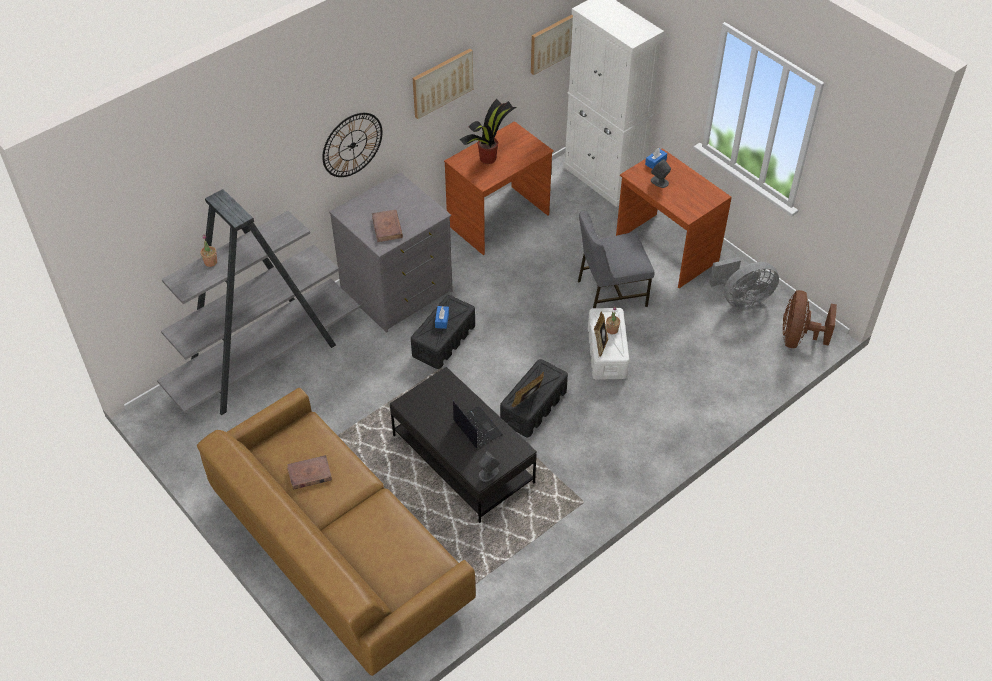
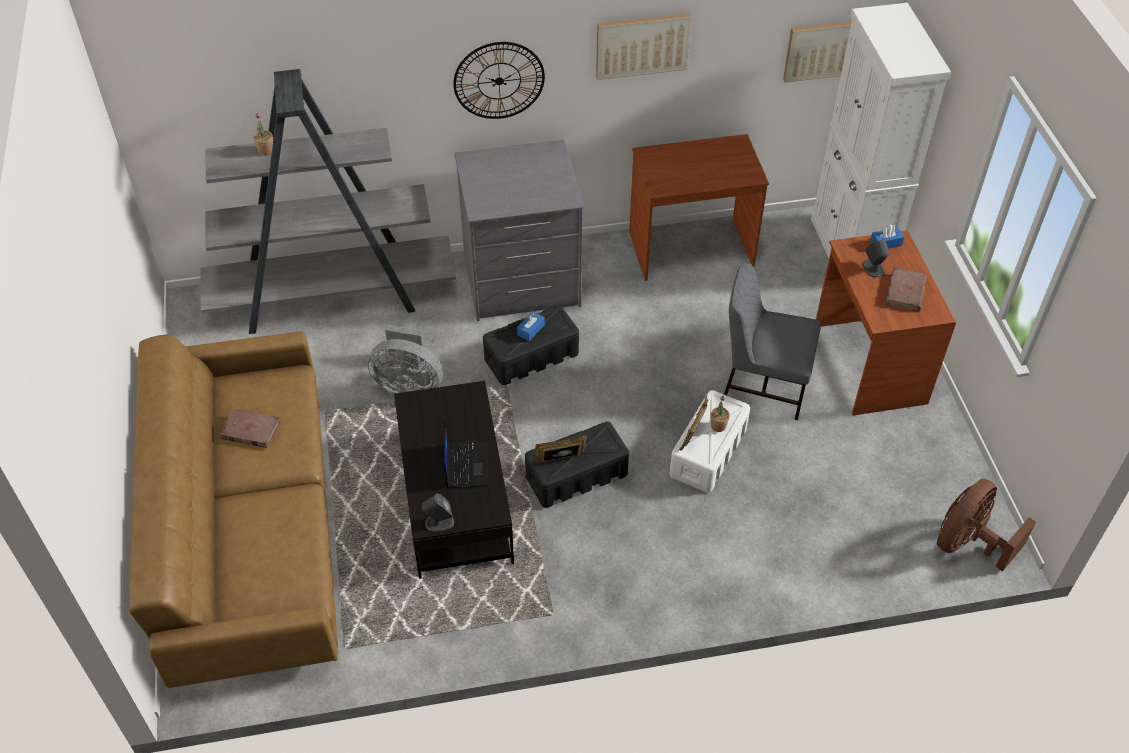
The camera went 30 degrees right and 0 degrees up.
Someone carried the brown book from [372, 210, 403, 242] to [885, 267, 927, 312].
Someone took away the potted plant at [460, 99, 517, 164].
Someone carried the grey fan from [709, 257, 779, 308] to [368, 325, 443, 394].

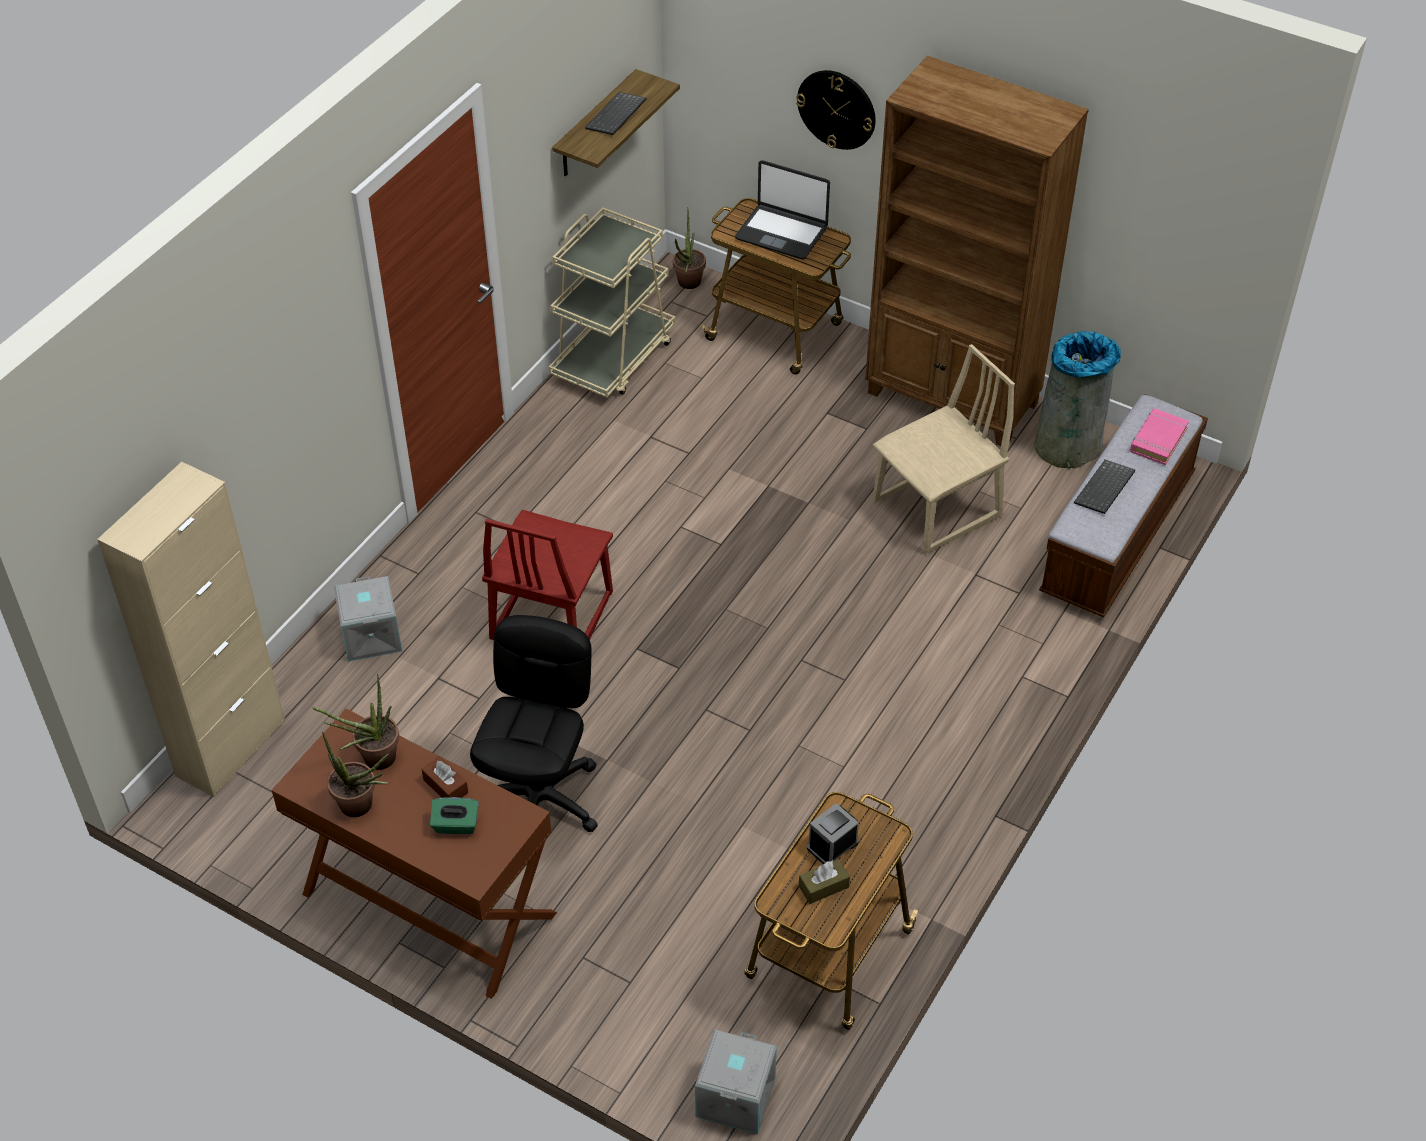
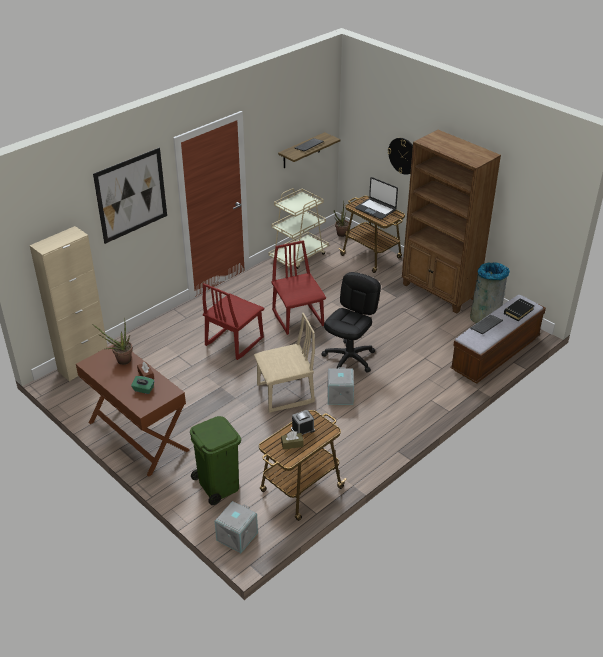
The camera went 15 degrees right and 10 degrees down.
Someone took away the potted plant at [322, 731, 390, 817].
Someone carried the grey storage box from [334, 576, 402, 662] to [328, 367, 354, 405].
Someone carried the black office chair from [470, 615, 598, 832] to [321, 272, 381, 373].
Someone carried the beige chair from [872, 344, 1015, 554] to [254, 313, 315, 413].
Someone repainted the pink book at [1130, 408, 1189, 465], which became the black book at [504, 298, 535, 321].
Someone put up the picture at [93, 148, 167, 244].
Someone put down the green trash can at [190, 416, 241, 505].
Someone put down the red chair at [271, 240, 326, 335].

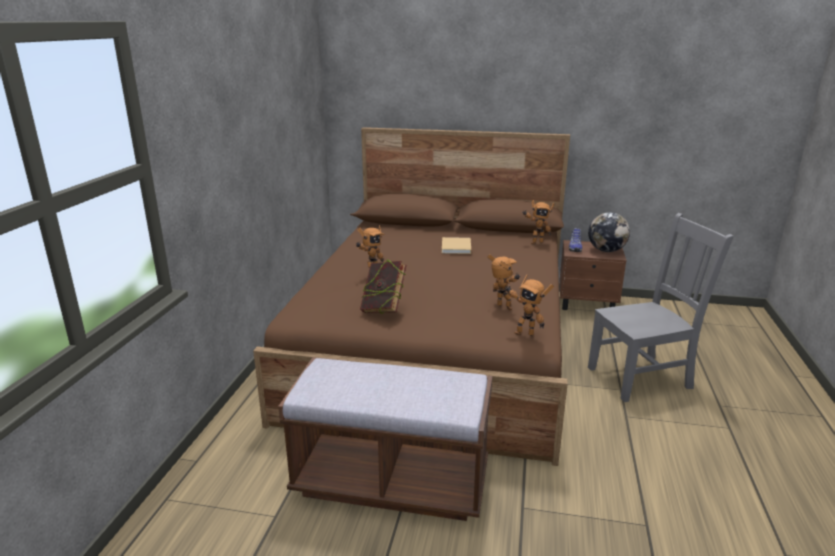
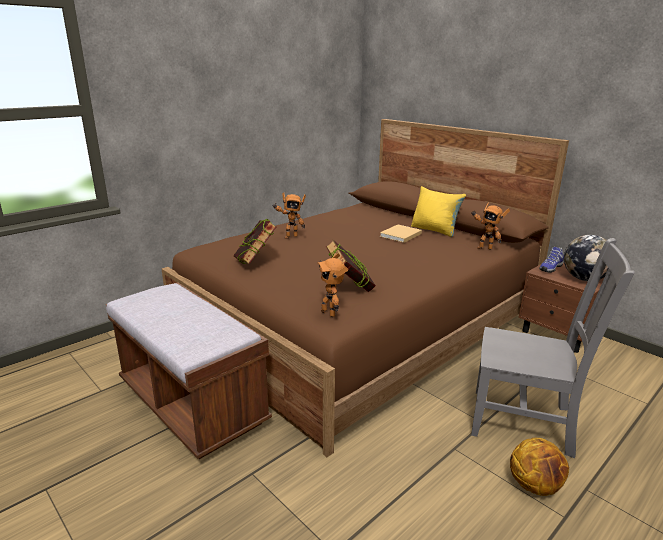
The camera went 35 degrees right and 0 degrees up.
Someone swapped the toy robot at [487, 254, 520, 310] for the book at [326, 240, 376, 292].
Someone put down the yellow pillow at [411, 186, 466, 237].
Someone put down the basketball at [510, 438, 569, 496].

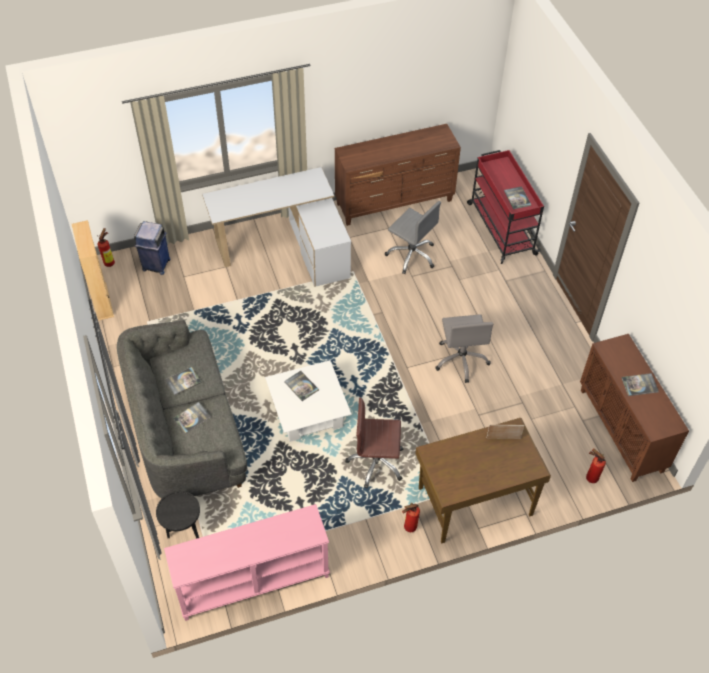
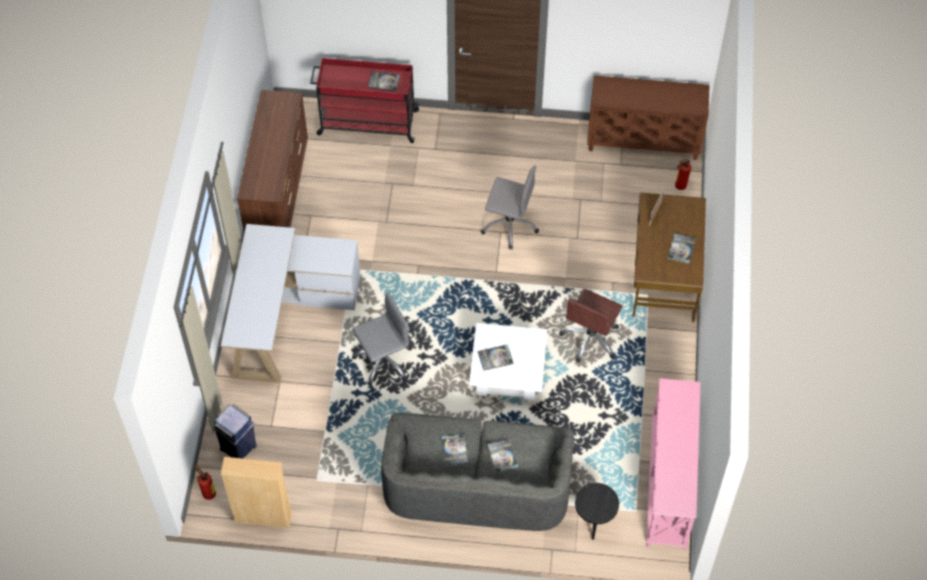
The camera went 65 degrees left and 5 degrees up.
Someone carried the grey office chair from [385, 201, 441, 274] to [352, 292, 412, 386].
Someone took away the fire extinguisher at [402, 503, 420, 532].
Someone carried the book from [622, 373, 659, 396] to [668, 233, 696, 264].

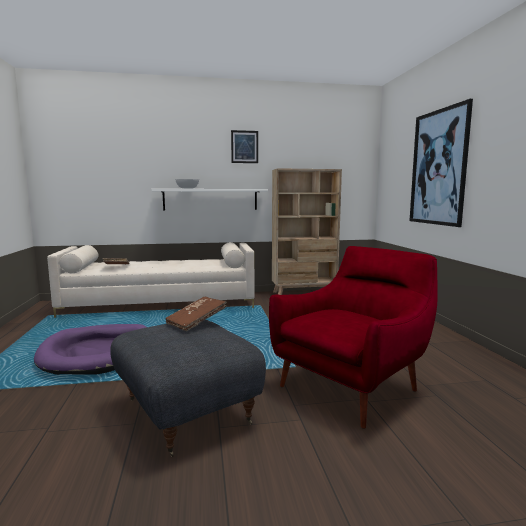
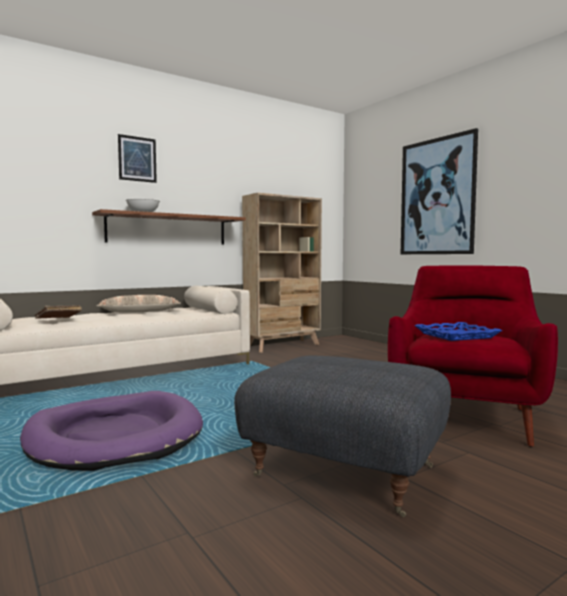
The camera went 25 degrees left and 5 degrees down.
Someone repainted the white shelf at [152, 189, 268, 210], which became the brown shelf at [92, 209, 246, 244].
Someone took away the brown book at [165, 297, 227, 331].
Someone carried the picture from [231, 130, 258, 163] to [118, 134, 157, 183].
Someone put down the pillow at [96, 295, 181, 312].
Someone put down the blue tray at [415, 322, 502, 341].

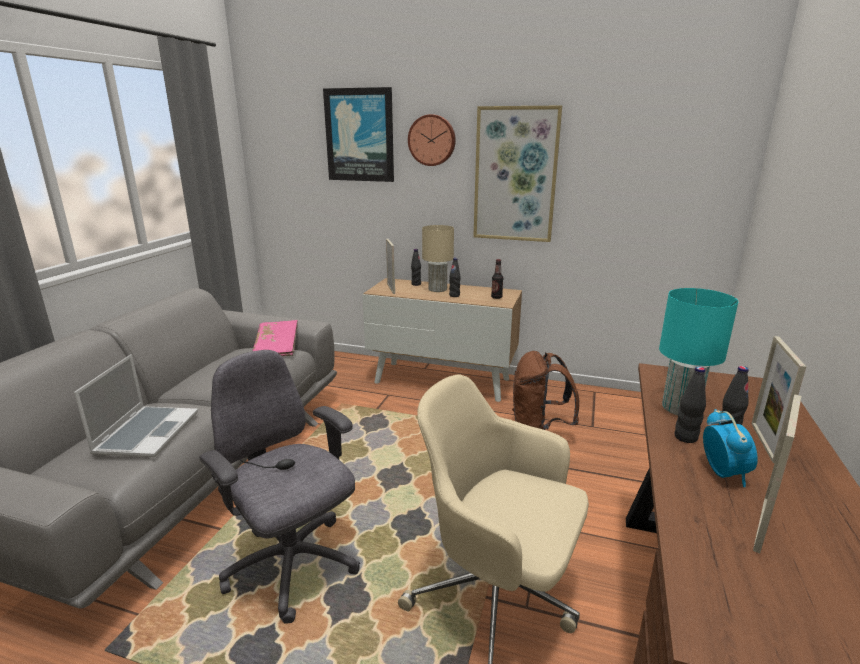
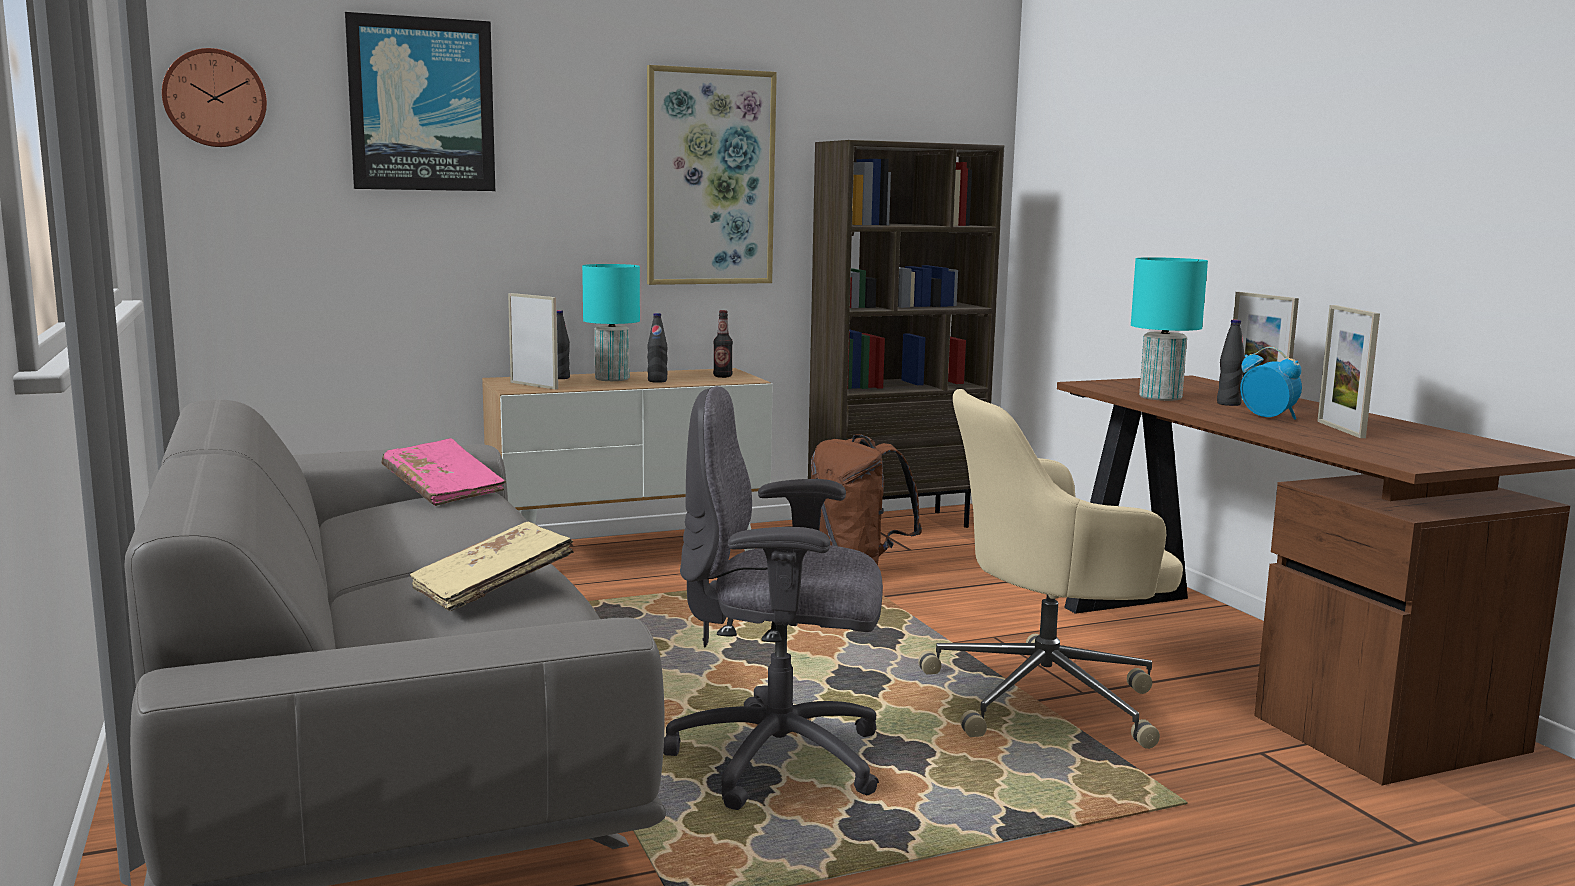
The camera went 40 degrees left and 10 degrees down.
Someone swapped the laptop at [74, 354, 198, 457] for the beige book at [410, 522, 574, 611].
Someone carried the wall clock from [408, 114, 456, 166] to [162, 48, 267, 147].
Someone repainted the beige table lamp at [422, 225, 454, 292], which became the turquoise table lamp at [582, 264, 640, 381].
Someone took away the black bottle at [675, 367, 706, 443].
Someone put down the brown bookcase at [808, 140, 1004, 528].

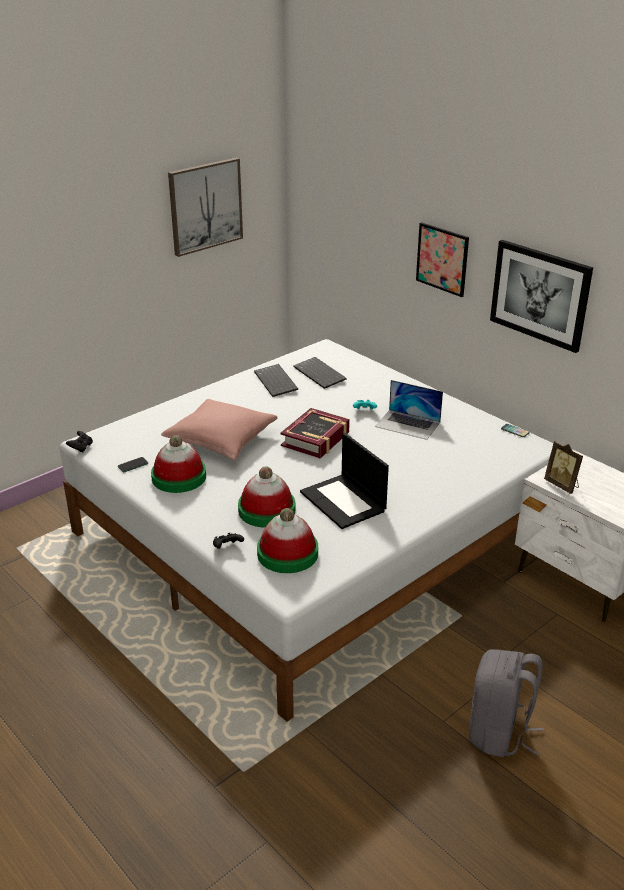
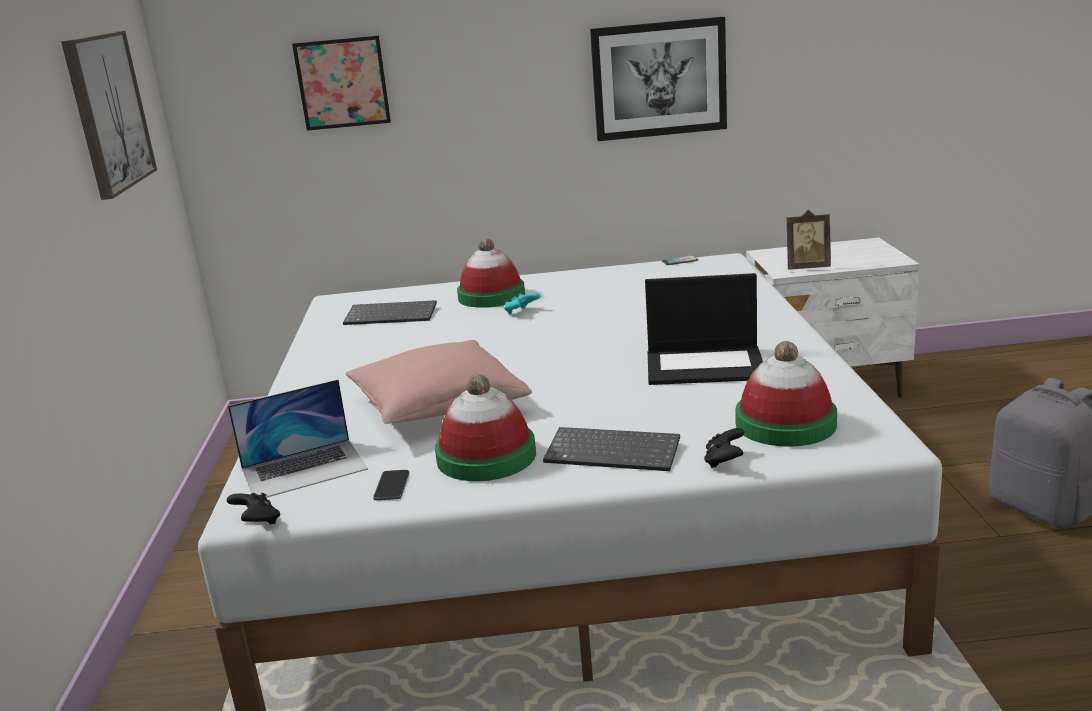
The camera went 50 degrees left and 10 degrees down.
Someone carried the hat from [238, 466, 296, 527] to [457, 238, 525, 308].
Someone carried the keyboard from [254, 364, 298, 397] to [543, 427, 680, 471].
Someone took away the book at [280, 408, 350, 459].
Someone carried the laptop from [375, 380, 443, 440] to [228, 379, 368, 498].
Someone carried the picture from [416, 222, 469, 297] to [292, 36, 391, 131].

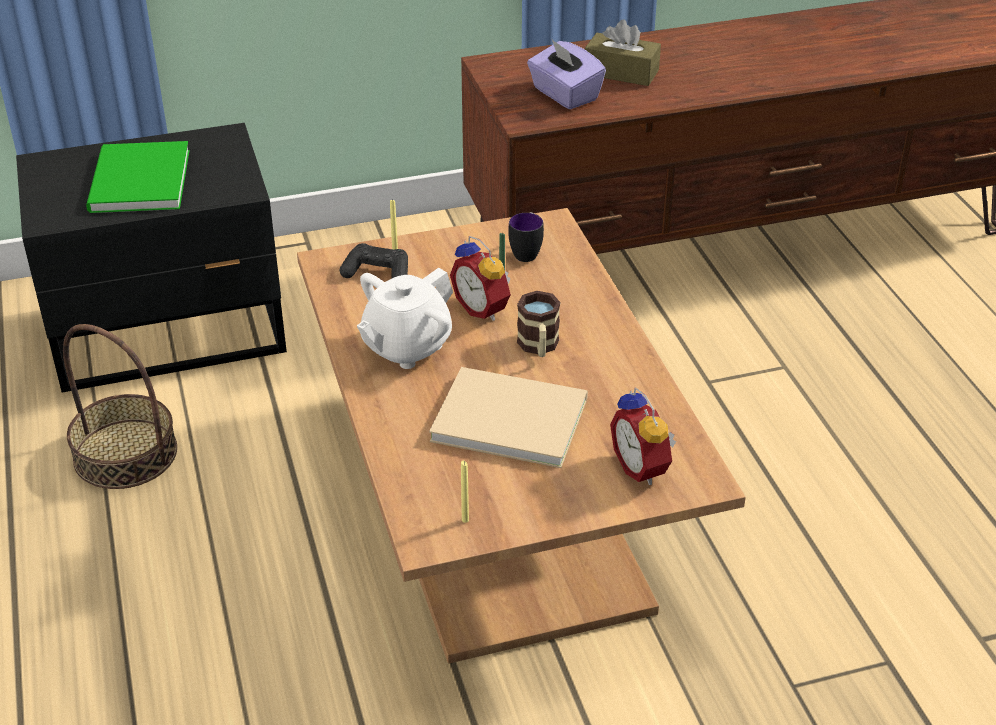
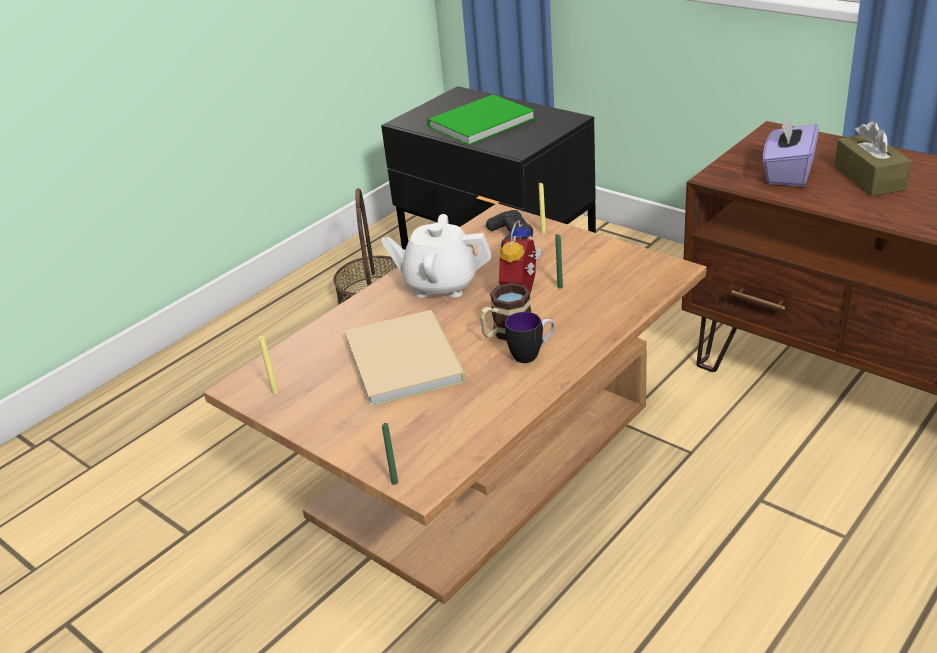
The camera went 60 degrees right and 5 degrees down.
Someone carried the mug from [508, 213, 544, 262] to [505, 312, 555, 363].
Someone took away the alarm clock at [610, 387, 676, 485].
Someone put down the green candle at [382, 422, 398, 485].

